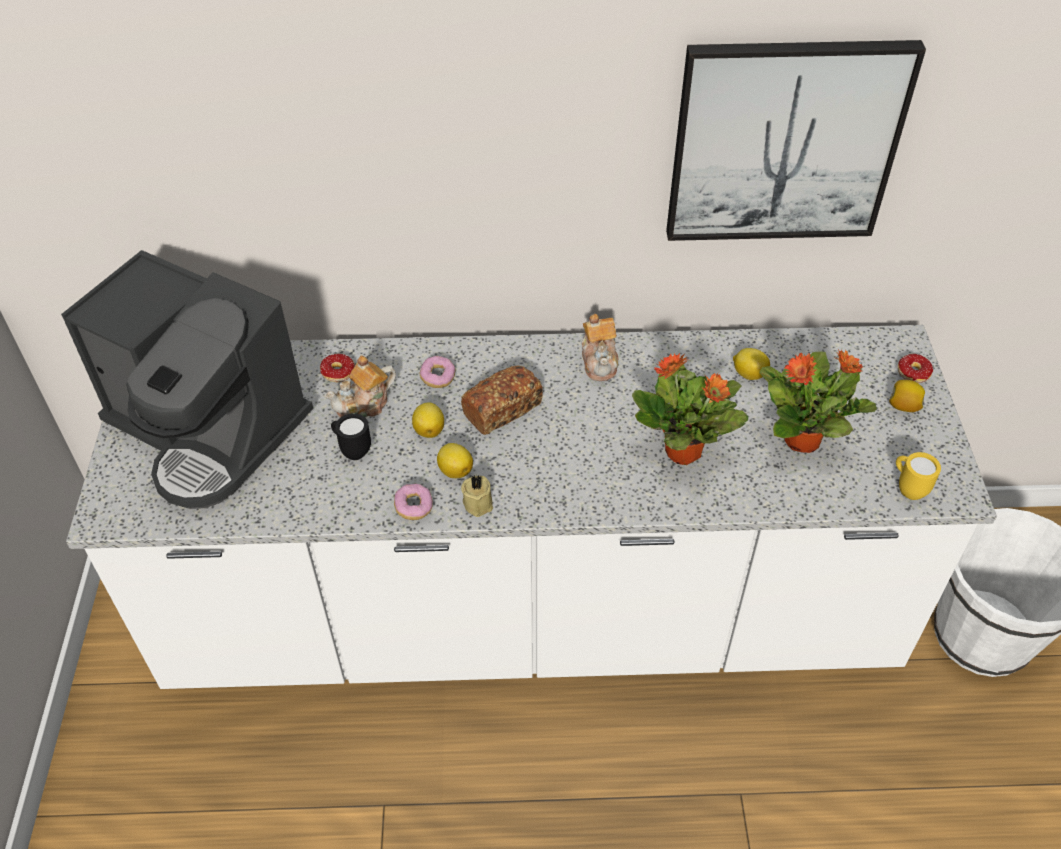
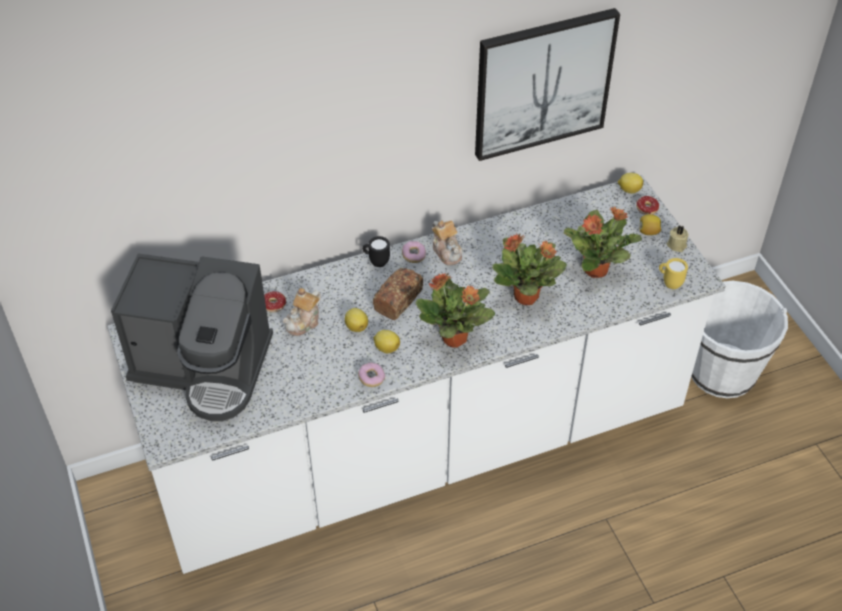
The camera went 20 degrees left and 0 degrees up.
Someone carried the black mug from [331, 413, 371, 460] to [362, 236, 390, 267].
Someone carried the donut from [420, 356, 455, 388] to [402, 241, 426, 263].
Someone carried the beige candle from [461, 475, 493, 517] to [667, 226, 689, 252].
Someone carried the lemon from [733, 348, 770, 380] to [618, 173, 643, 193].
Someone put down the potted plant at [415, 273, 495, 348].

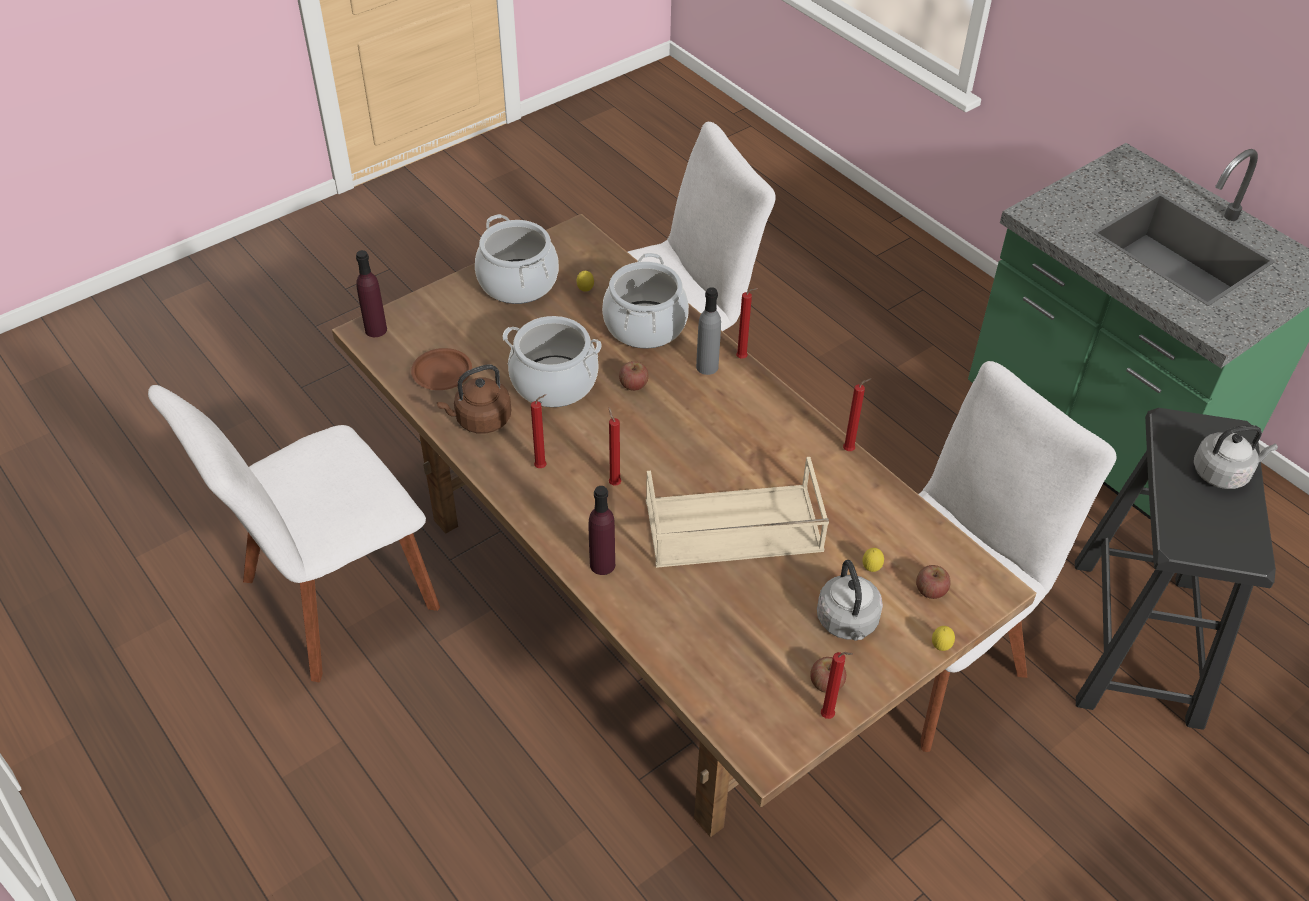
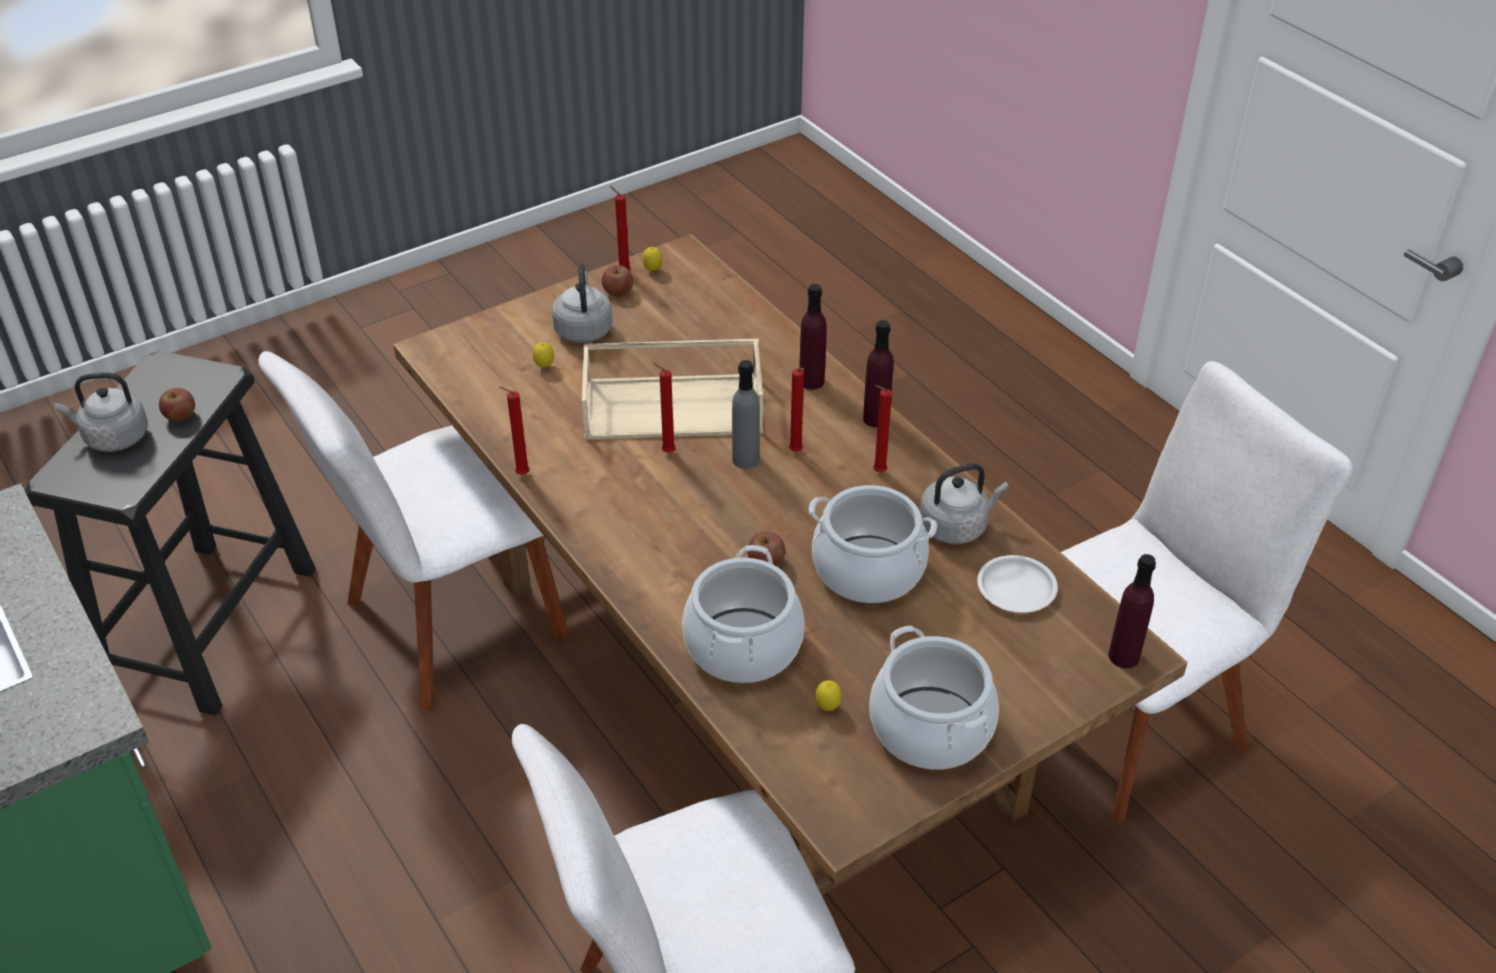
The camera went 175 degrees left and 5 degrees down.
Someone repainted the brown plate at [411, 348, 472, 390], which became the white plate at [977, 555, 1058, 613].
Someone repainted the brown kettle at [437, 364, 511, 434], which became the grey kettle at [920, 463, 1009, 544].
Someone carried the grey bottle from [696, 287, 721, 375] to [732, 360, 760, 469].
Someone carried the red candle from [736, 288, 758, 358] to [653, 363, 675, 453].
Someone carried the apple from [916, 565, 951, 599] to [159, 388, 195, 422].
Someone carried the lemon from [932, 626, 955, 651] to [643, 247, 662, 271].
Someone put down the purple bottle at [863, 320, 894, 427].

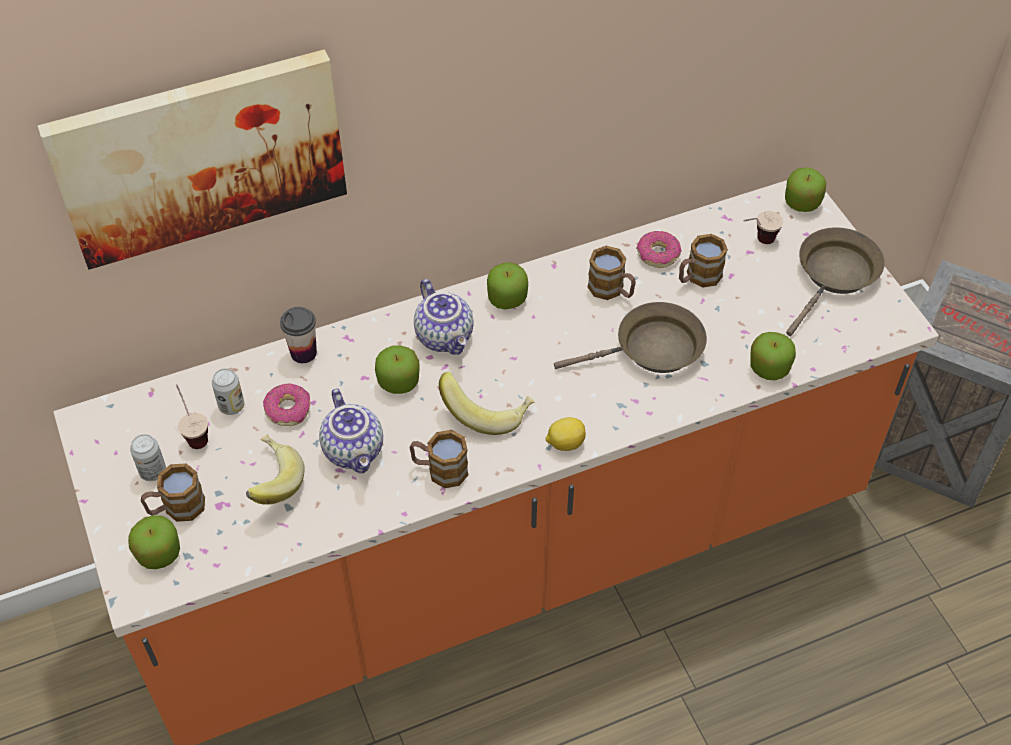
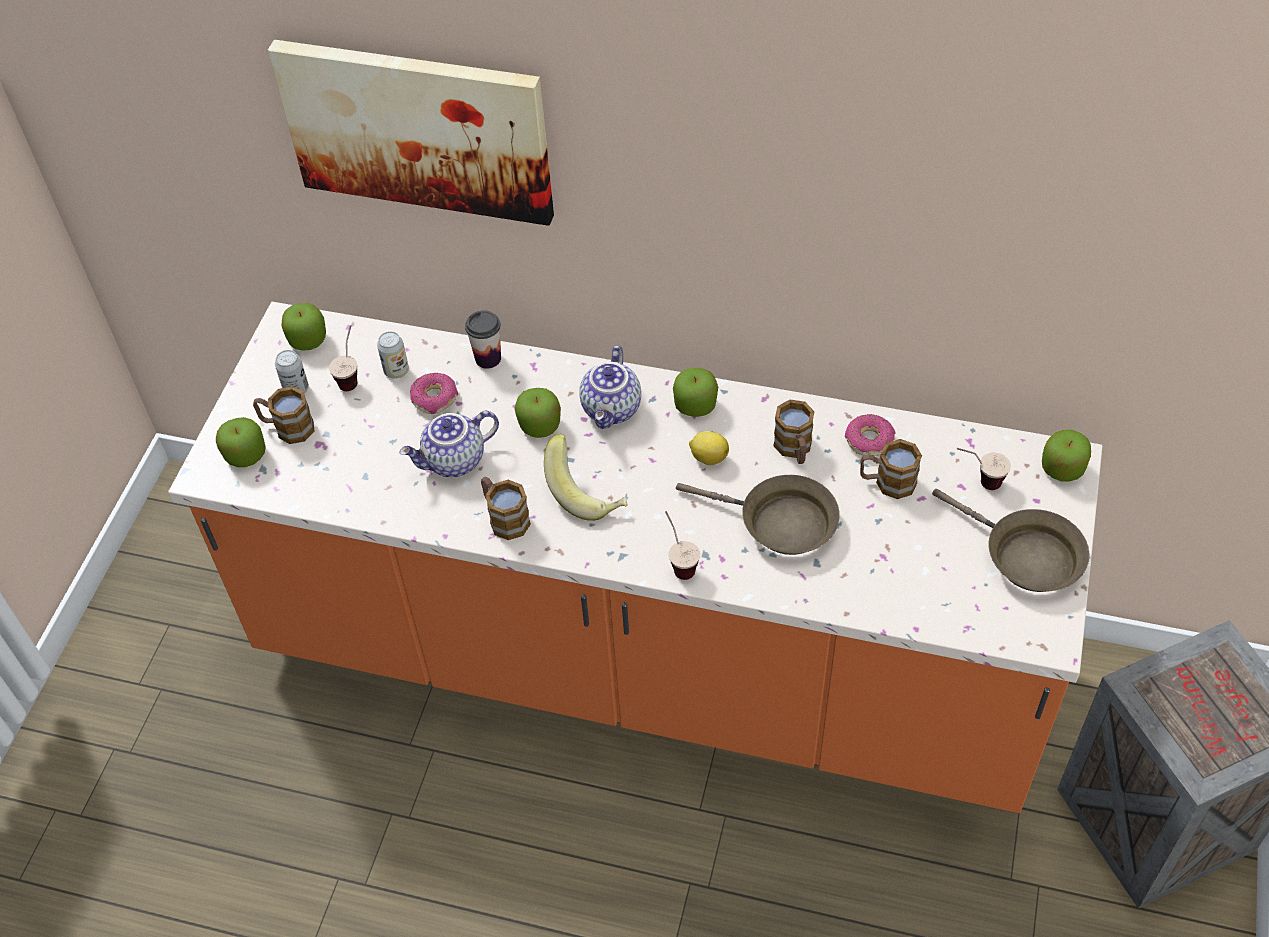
The camera went 40 degrees right and 0 degrees up.
Someone took away the banana at [246, 434, 304, 505].
Someone rotated the teapot at [319, 389, 383, 473] by 45 degrees clockwise.
Someone carried the lemon from [546, 417, 586, 451] to [689, 431, 729, 465].
Someone carried the apple from [750, 332, 796, 380] to [282, 303, 326, 351].
Someone rotated the brown frying pan at [786, 227, 885, 336] by 60 degrees clockwise.
Someone put down the cup at [665, 511, 700, 580].

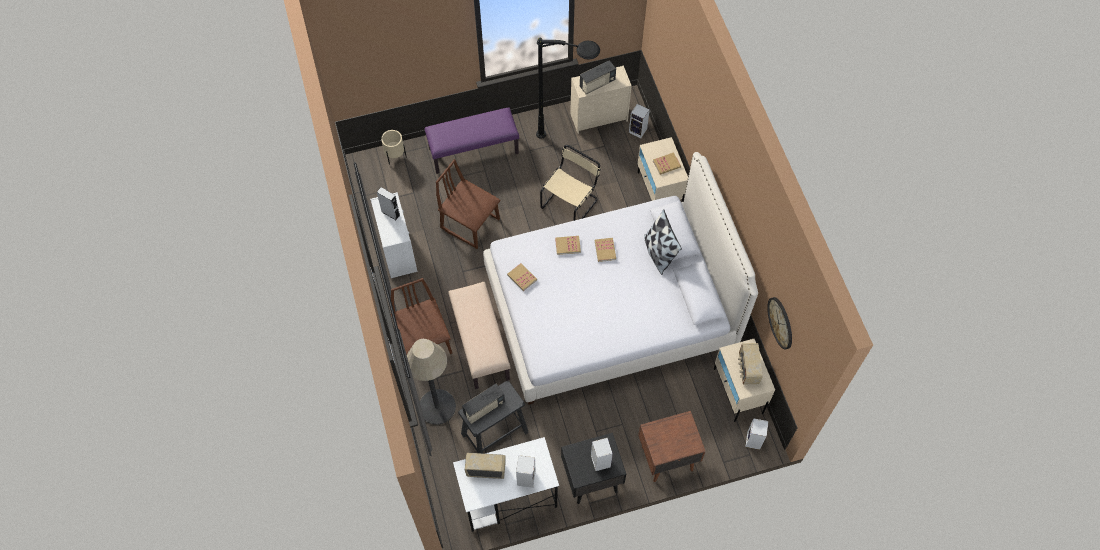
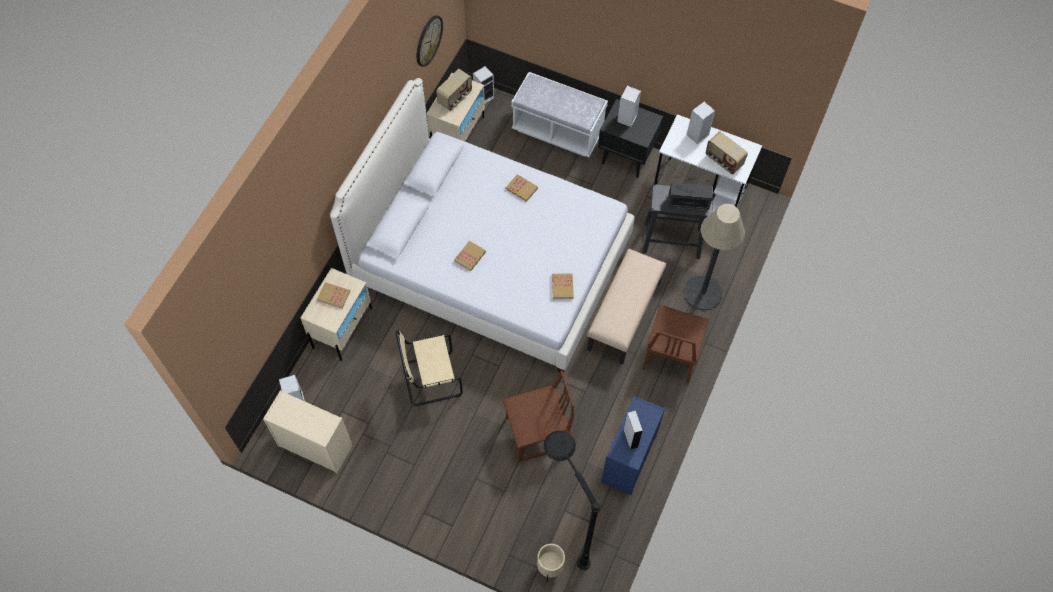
The camera went 140 degrees left and 0 degrees up.
Someone repainted the white dresser at [370, 192, 417, 278], which became the blue dresser at [601, 396, 665, 495].
Someone took away the purple bench at [425, 107, 519, 174].
Someone rotated the brown chair at [436, 159, 500, 249] by 90 degrees counterclockwise.
Someone carried the black floor lamp from [536, 38, 600, 139] to [544, 431, 600, 570].
Someone carried the book from [555, 236, 581, 255] to [506, 174, 538, 202].
Someone took away the radio at [580, 60, 616, 94].
Someone swapped the brown nightstand at [638, 411, 706, 482] for the white bench at [512, 72, 608, 158].
Someone took away the pillow at [644, 209, 682, 275].

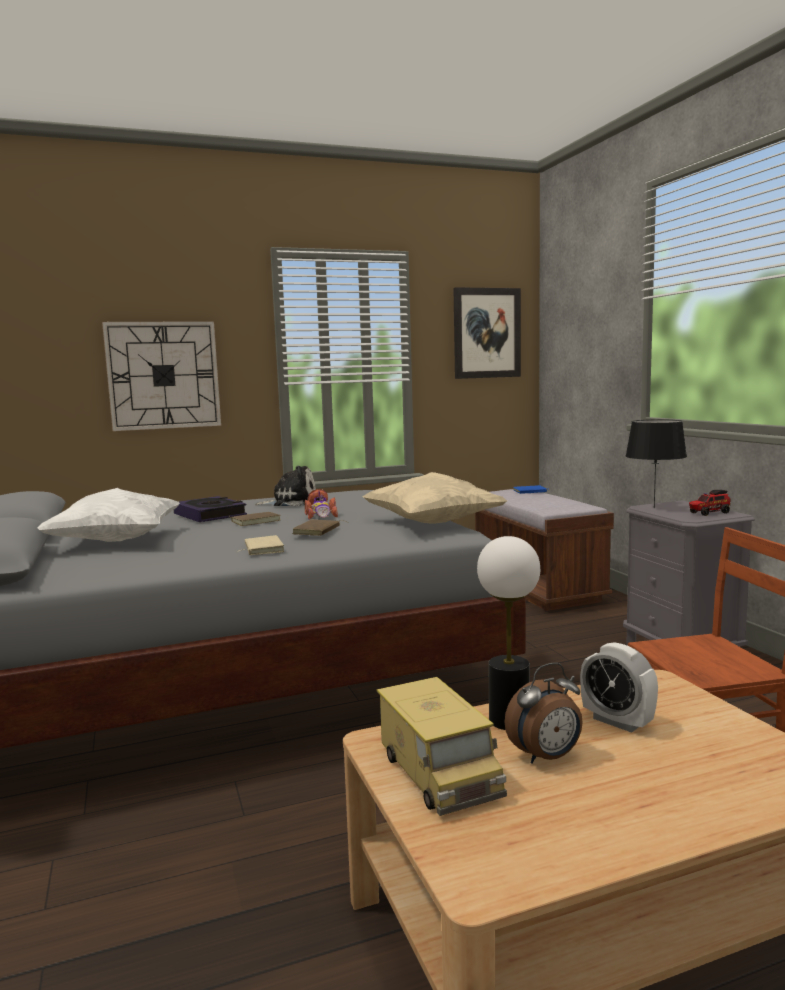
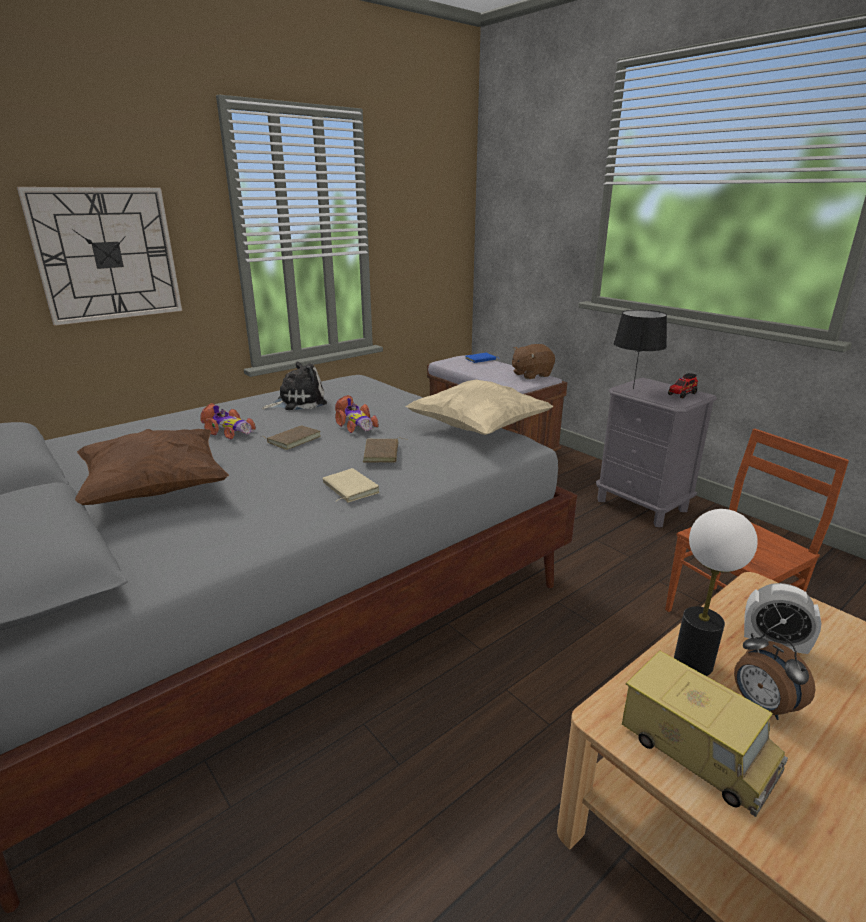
The camera went 20 degrees left and 15 degrees up.
Someone repainted the white pillow at [38, 488, 180, 542], which became the brown pillow at [75, 429, 229, 505].
Someone swapped the book at [174, 496, 247, 522] for the toy car at [200, 403, 256, 439].
Someone took away the picture at [453, 287, 521, 379].
Someone rotated the alarm clock at [505, 663, 583, 764] by 105 degrees clockwise.
Someone put down the brown plush toy at [512, 344, 555, 379].

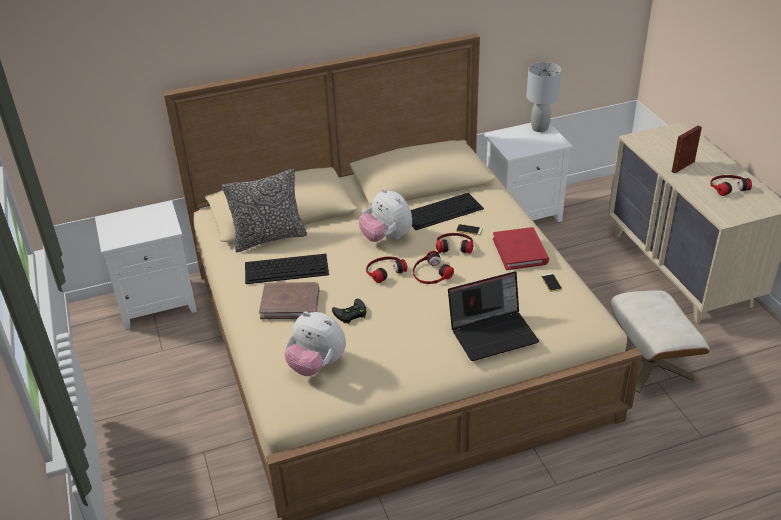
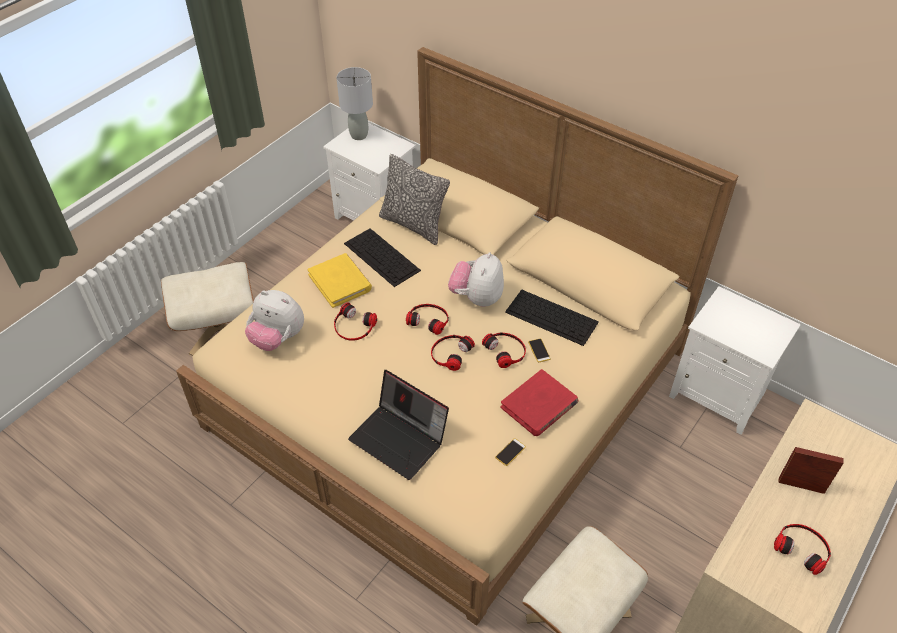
The camera went 55 degrees right and 10 degrees up.
Someone repainted the brown book at [259, 282, 319, 319], which became the yellow book at [307, 253, 372, 308].
Someone rotated the plush toy at [284, 312, 346, 376] by 60 degrees counterclockwise.
Someone swapped the black game controller at [332, 299, 366, 324] for the headphones at [334, 303, 377, 341].
Someone carried the grey table lamp from [526, 62, 561, 132] to [336, 67, 373, 140].
Someone put down the beige ottoman at [161, 262, 254, 356].

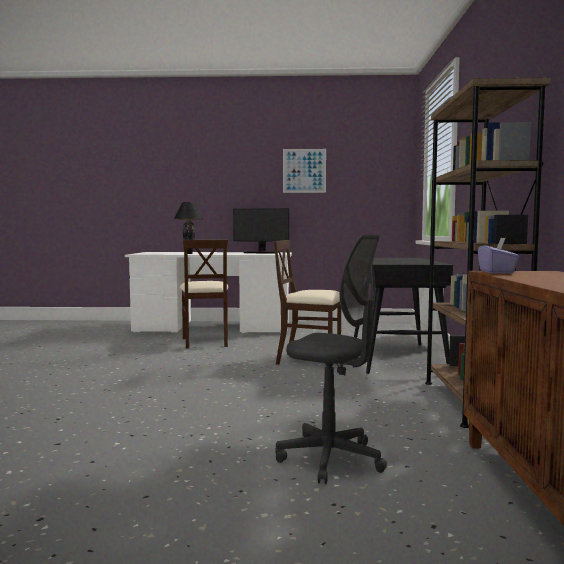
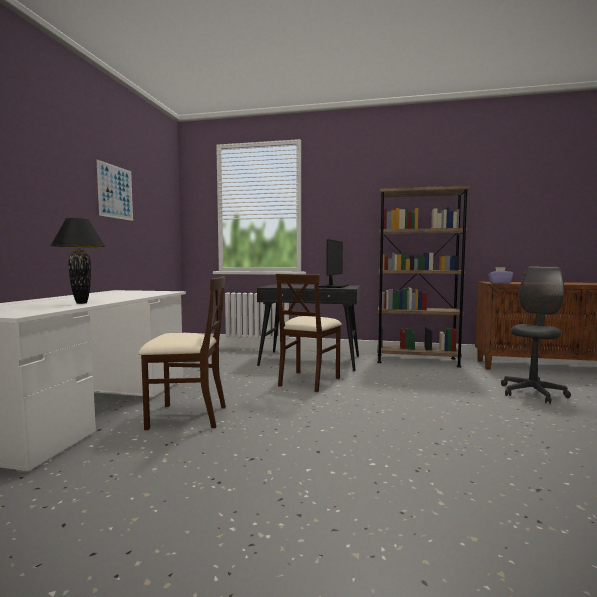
The camera went 80 degrees left and 0 degrees up.
Someone carried the monitor from [233, 208, 289, 254] to [319, 239, 348, 288].

